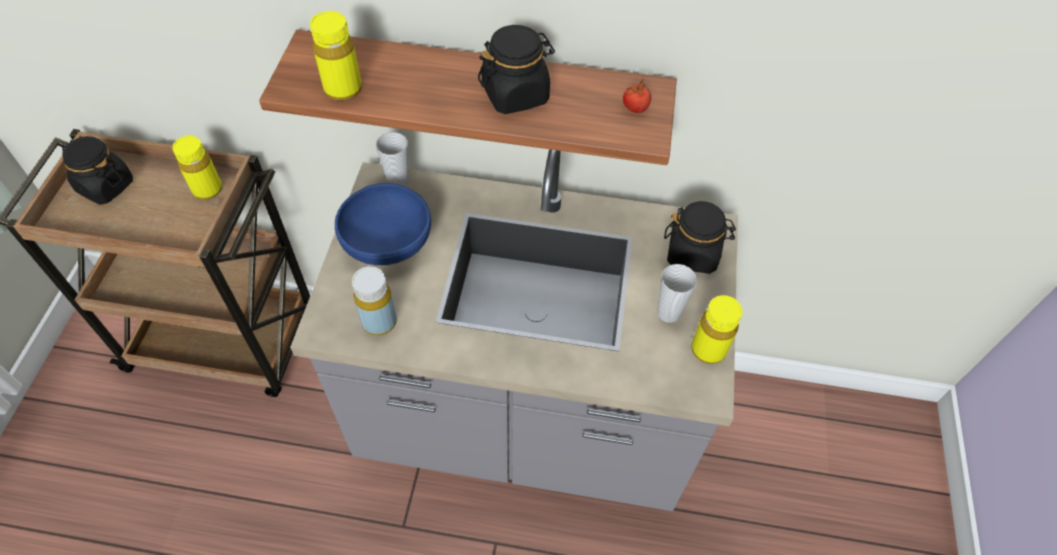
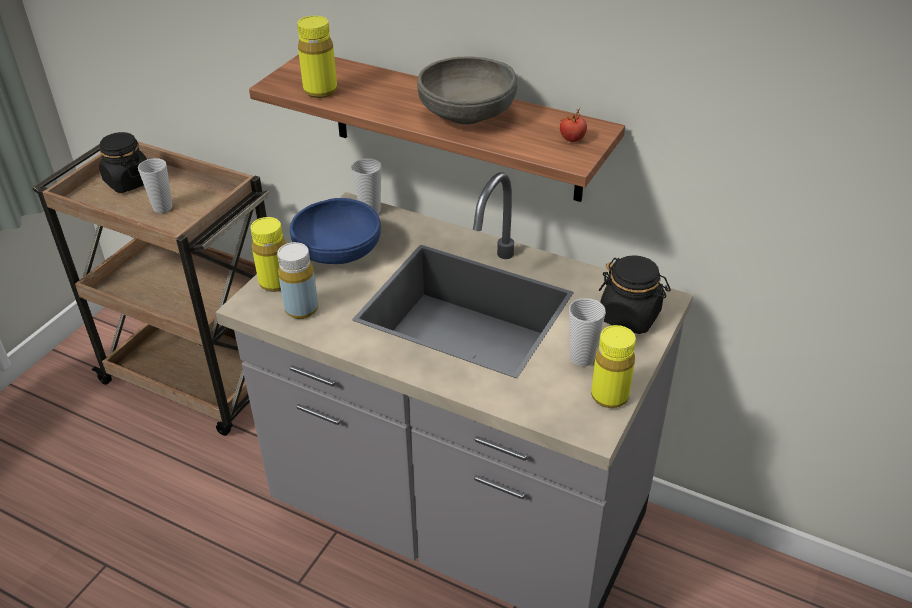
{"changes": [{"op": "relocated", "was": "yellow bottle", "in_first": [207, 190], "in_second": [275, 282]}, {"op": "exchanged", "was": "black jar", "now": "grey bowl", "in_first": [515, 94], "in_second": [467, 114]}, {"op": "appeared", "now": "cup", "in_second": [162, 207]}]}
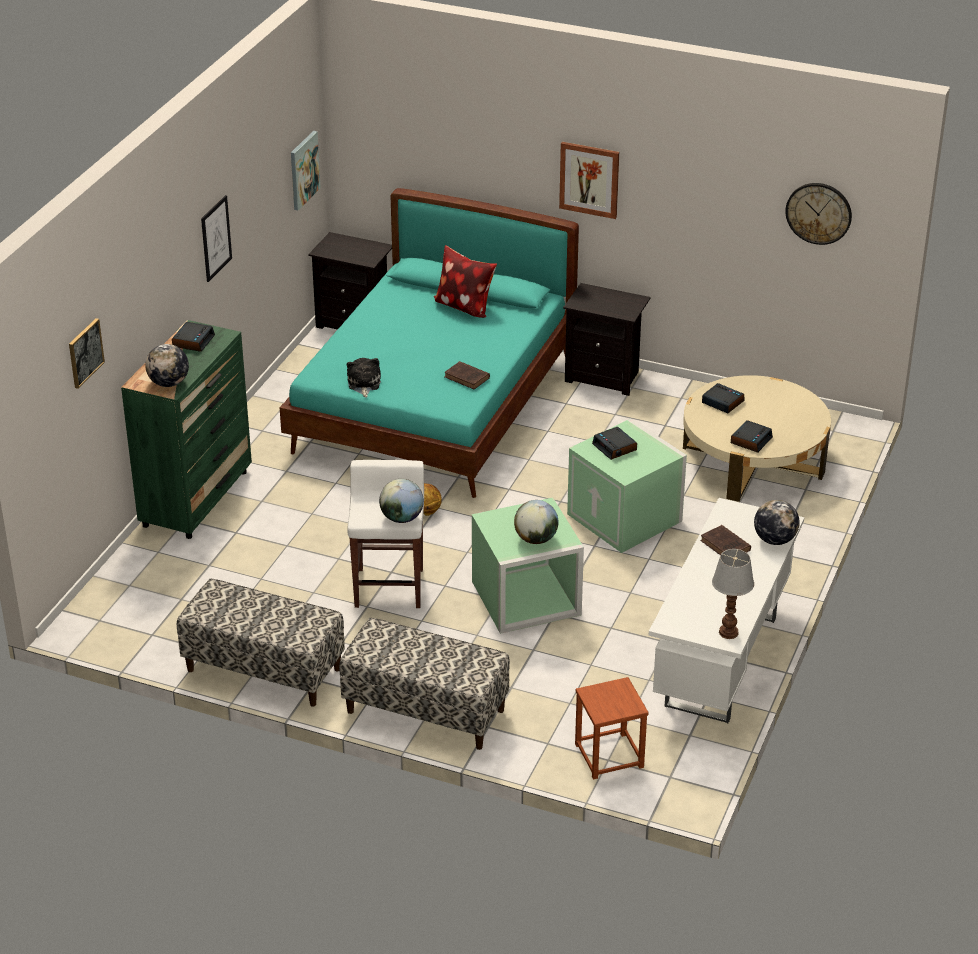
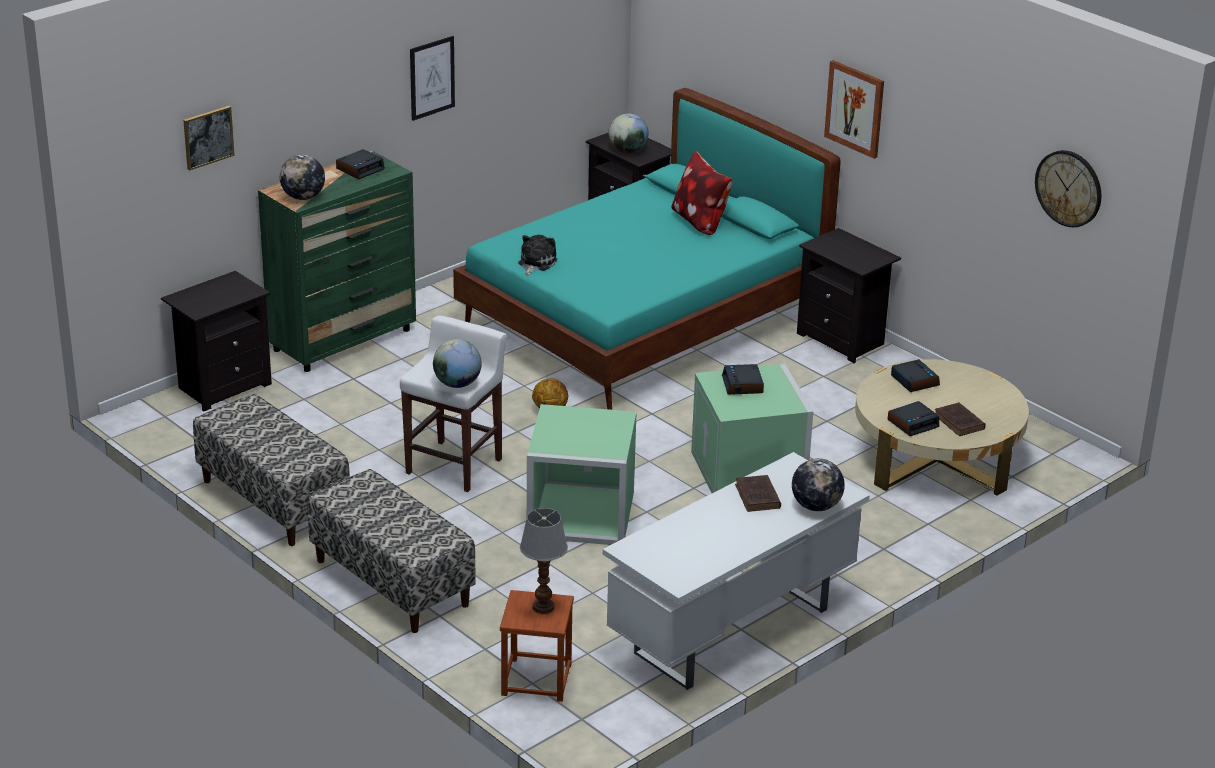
{"changes": [{"op": "missing", "was": "picture", "in_first": [303, 170]}, {"op": "relocated", "was": "brown book", "in_first": [468, 378], "in_second": [960, 423]}, {"op": "relocated", "was": "globe", "in_first": [536, 539], "in_second": [628, 151]}, {"op": "relocated", "was": "table lamp", "in_first": [729, 633], "in_second": [543, 607]}, {"op": "appeared", "now": "black nightstand", "in_second": [222, 386]}]}
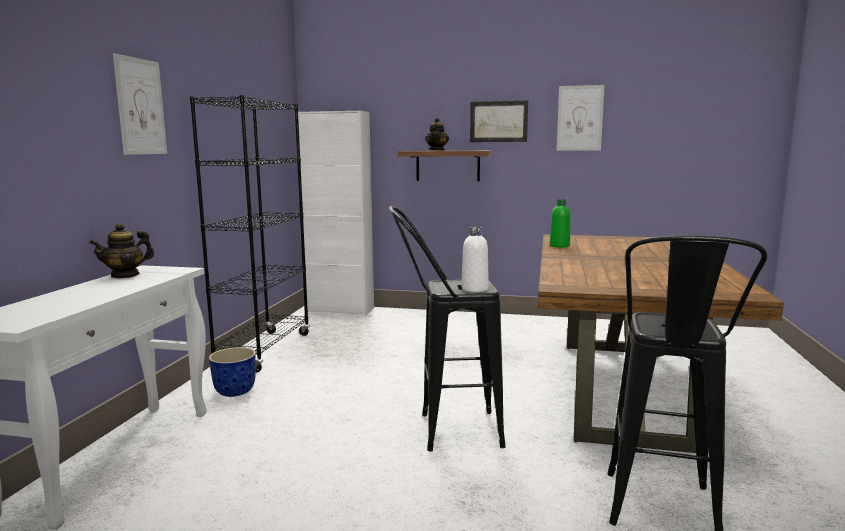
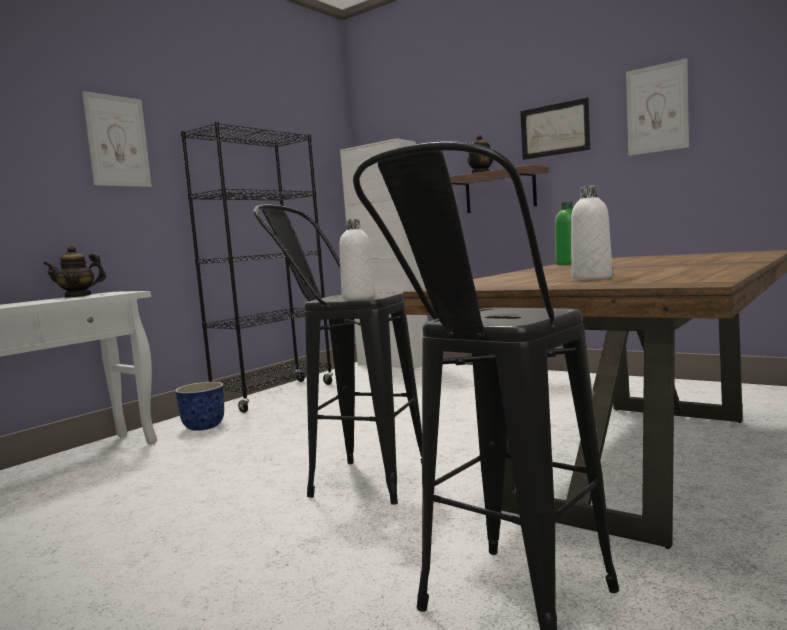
{"changes": [{"op": "appeared", "now": "white bottle", "in_second": [592, 278]}]}
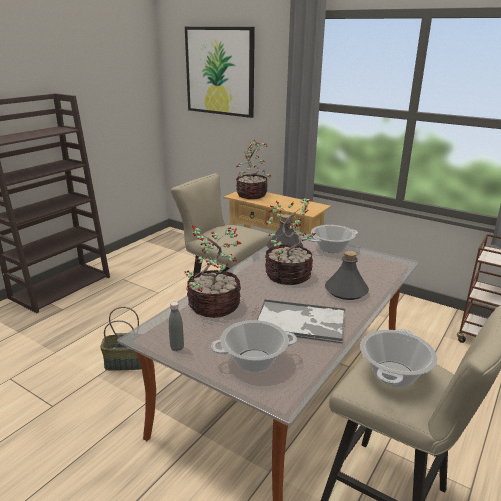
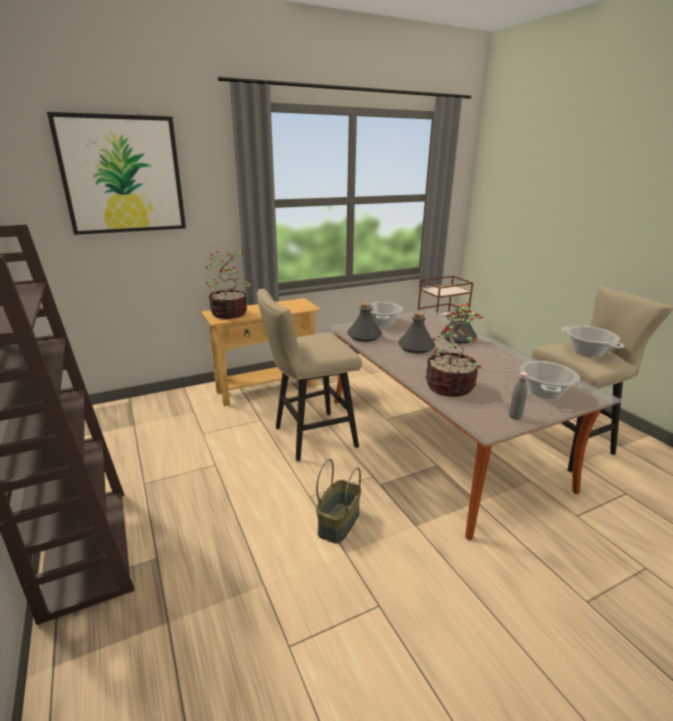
{"changes": [{"op": "missing", "was": "tray", "in_first": [301, 322]}, {"op": "exchanged", "was": "potted plant", "now": "grey bottle", "in_first": [289, 275], "in_second": [416, 347]}]}
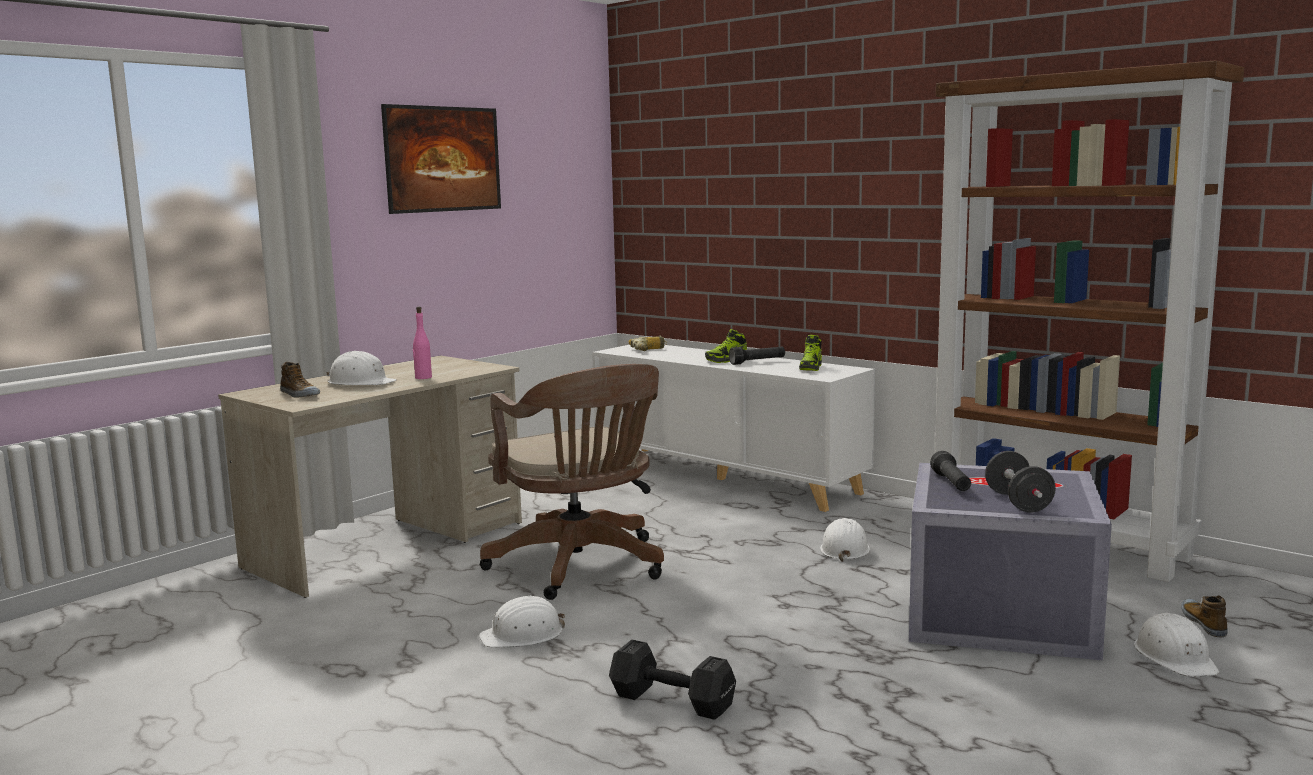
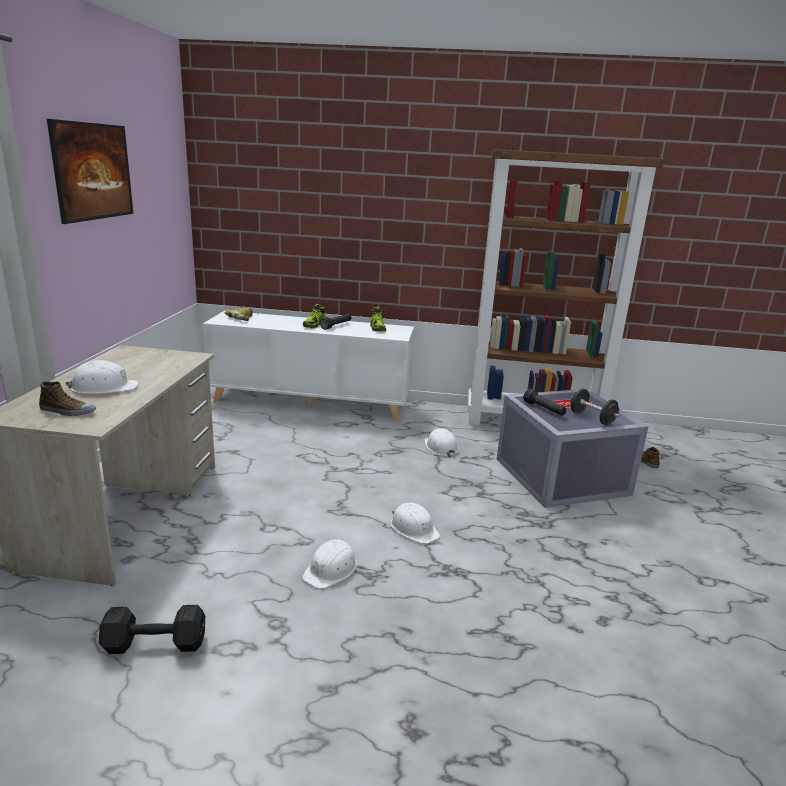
{"changes": [{"op": "missing", "was": "pink bottle", "in_first": [423, 377]}, {"op": "missing", "was": "brown office chair", "in_first": [581, 567]}, {"op": "relocated", "was": "black dumbbell", "in_first": [670, 700], "in_second": [153, 643]}, {"op": "relocated", "was": "white hard hat", "in_first": [1175, 657], "in_second": [414, 528]}]}
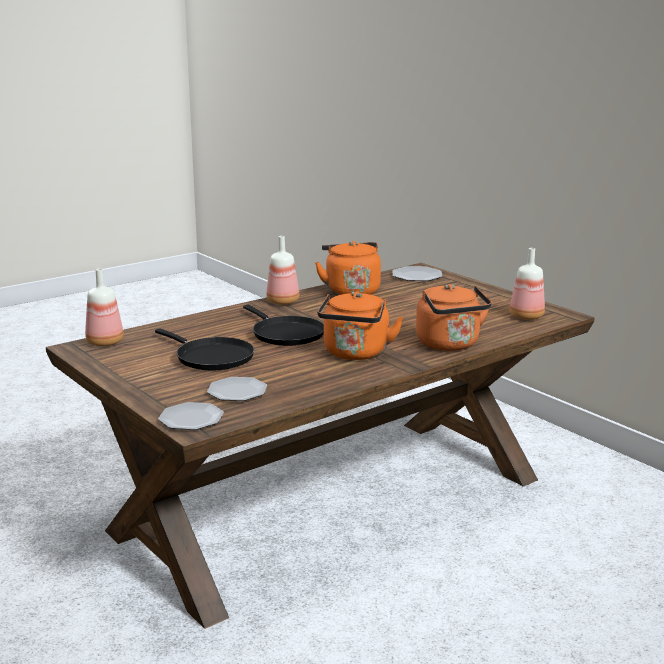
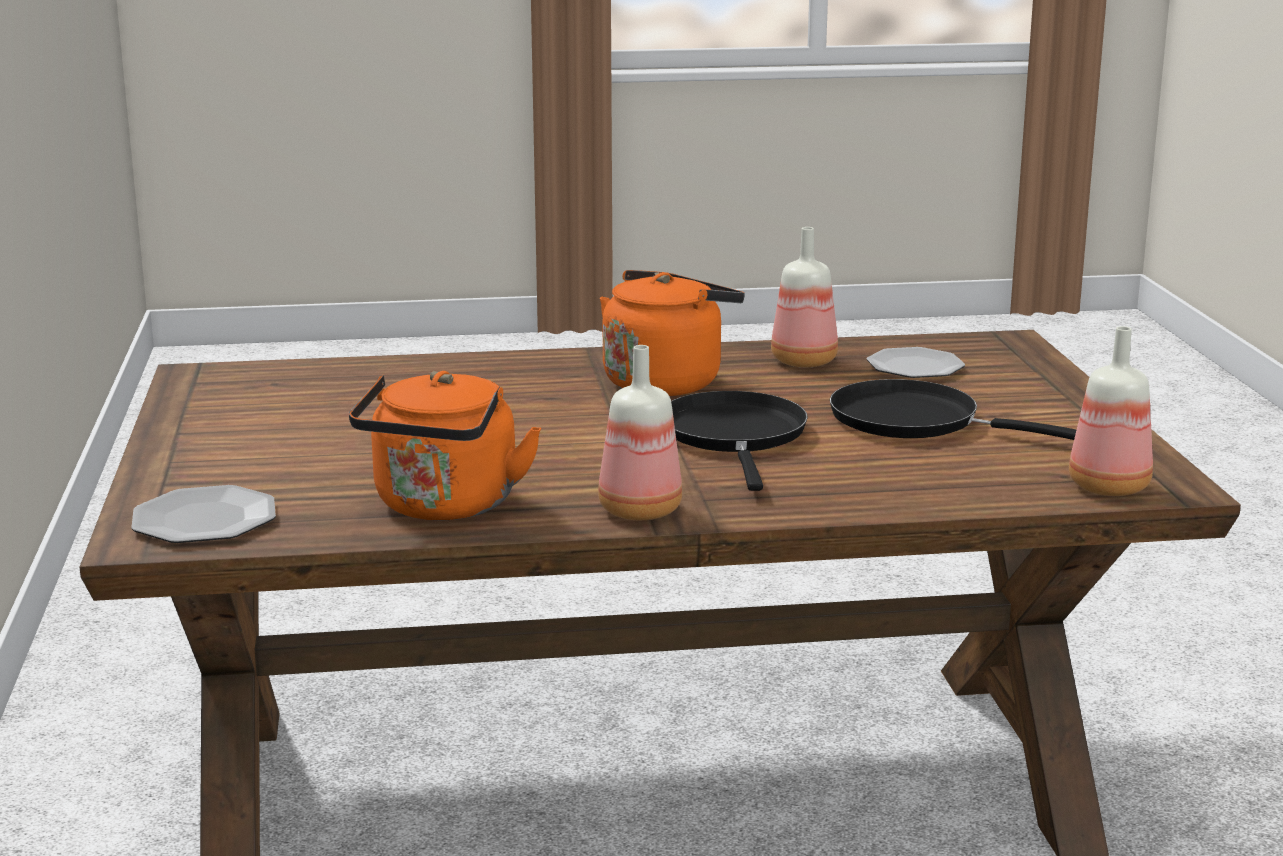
{"changes": [{"op": "spun", "was": "black frying pan", "in_first": [211, 357], "in_second": [914, 421], "clockwise": -45}, {"op": "missing", "was": "plate", "in_first": [191, 419]}, {"op": "missing", "was": "orange kettle", "in_first": [450, 345]}, {"op": "relocated", "was": "bottle", "in_first": [525, 317], "in_second": [806, 361]}]}
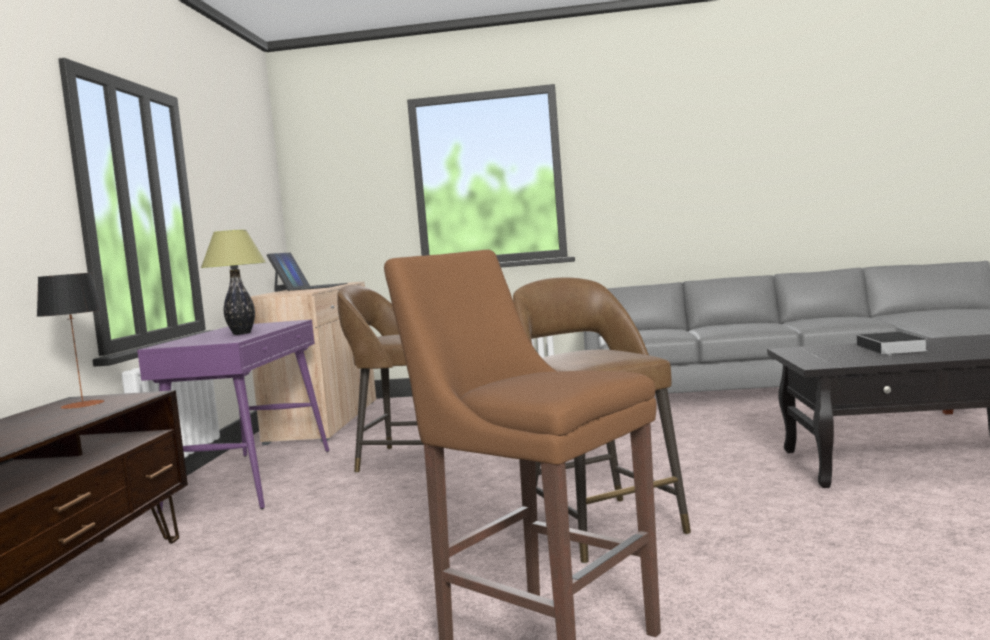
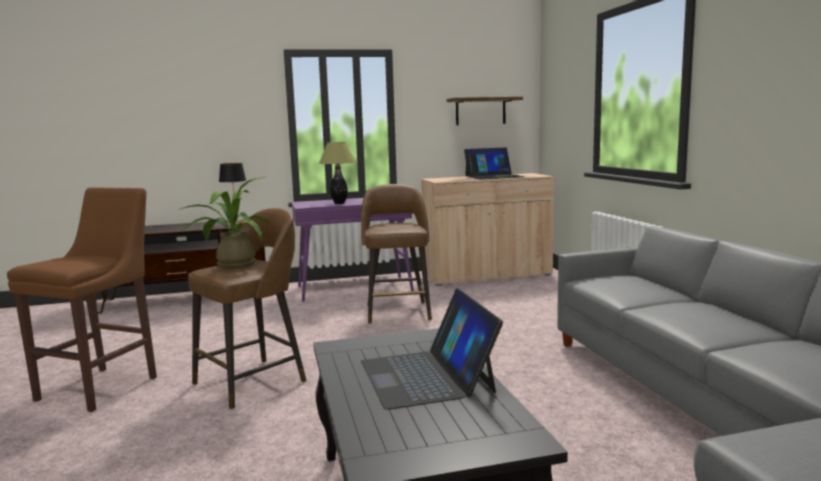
{"changes": [{"op": "exchanged", "was": "book", "now": "laptop", "in_first": [892, 348], "in_second": [427, 376]}, {"op": "appeared", "now": "potted plant", "in_second": [231, 265]}, {"op": "appeared", "now": "shelf", "in_second": [480, 111]}]}
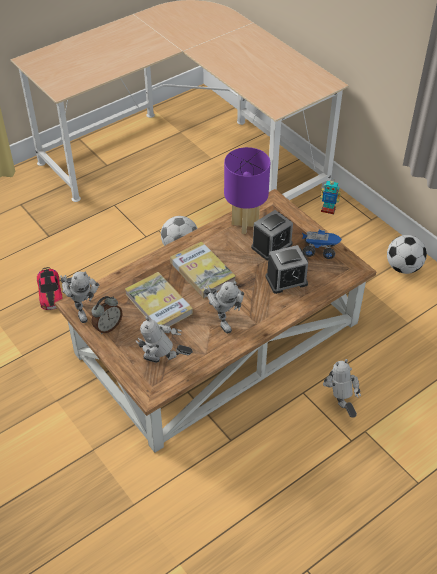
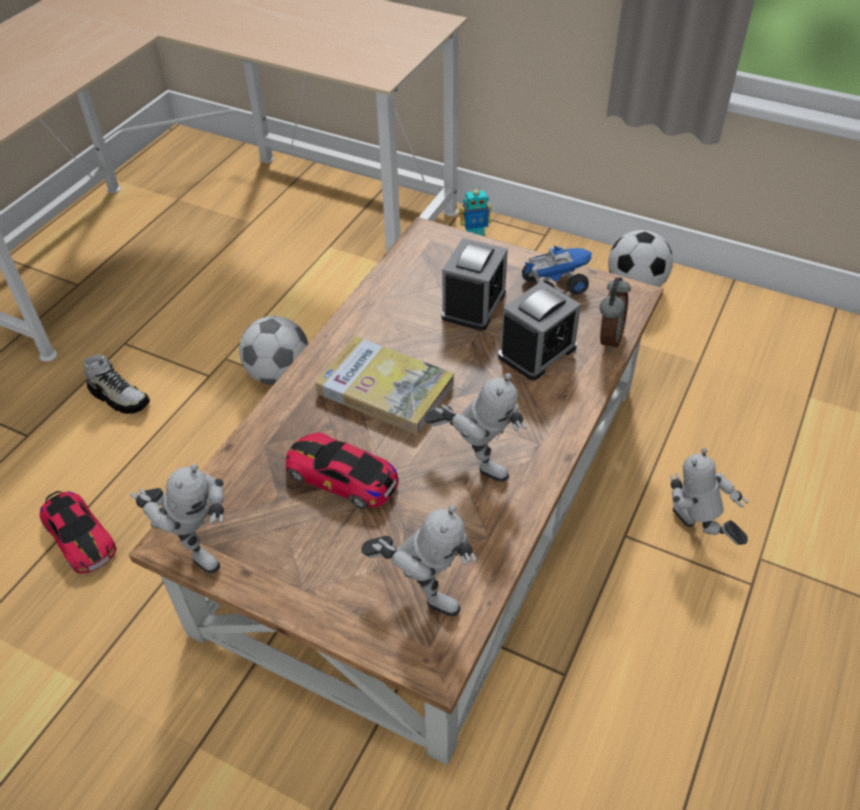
{"changes": [{"op": "relocated", "was": "alarm clock", "in_first": [108, 327], "in_second": [608, 339]}, {"op": "exchanged", "was": "book", "now": "toy car", "in_first": [158, 304], "in_second": [341, 476]}, {"op": "spun", "was": "toy robot", "in_first": [163, 363], "in_second": [422, 589], "clockwise": -135}, {"op": "missing", "was": "purple table lamp", "in_first": [245, 224]}, {"op": "appeared", "now": "shoe", "in_second": [119, 397]}]}
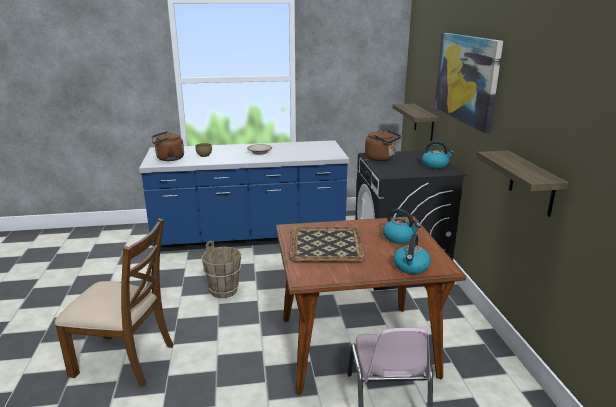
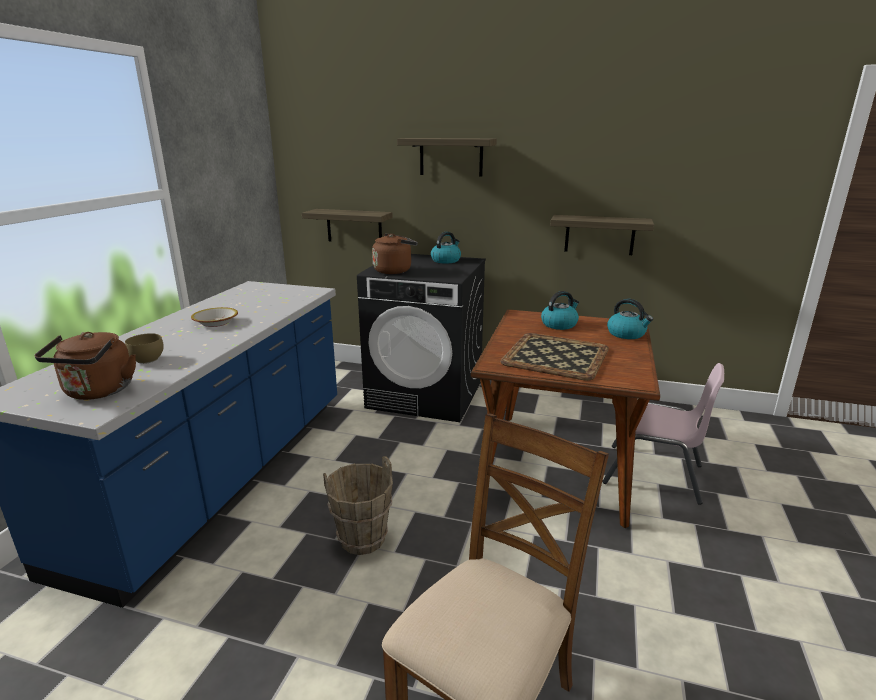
{"changes": [{"op": "exchanged", "was": "picture", "now": "shelf", "in_first": [466, 78], "in_second": [451, 157]}]}
